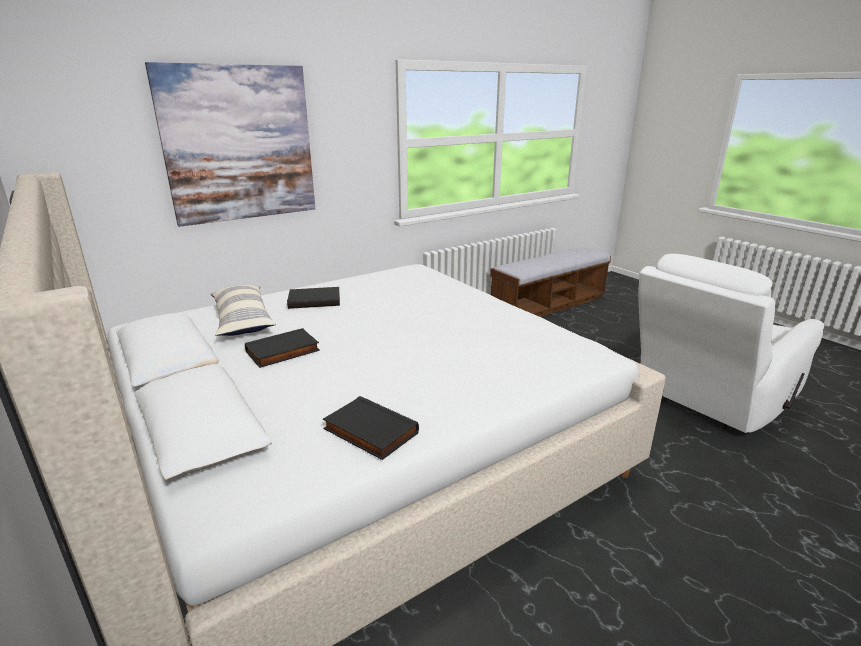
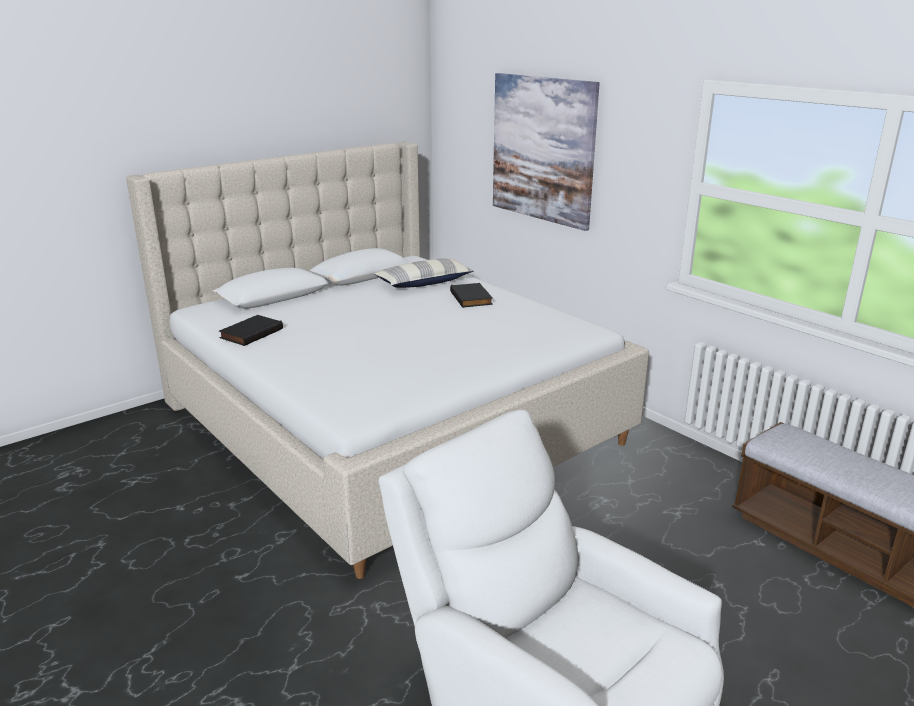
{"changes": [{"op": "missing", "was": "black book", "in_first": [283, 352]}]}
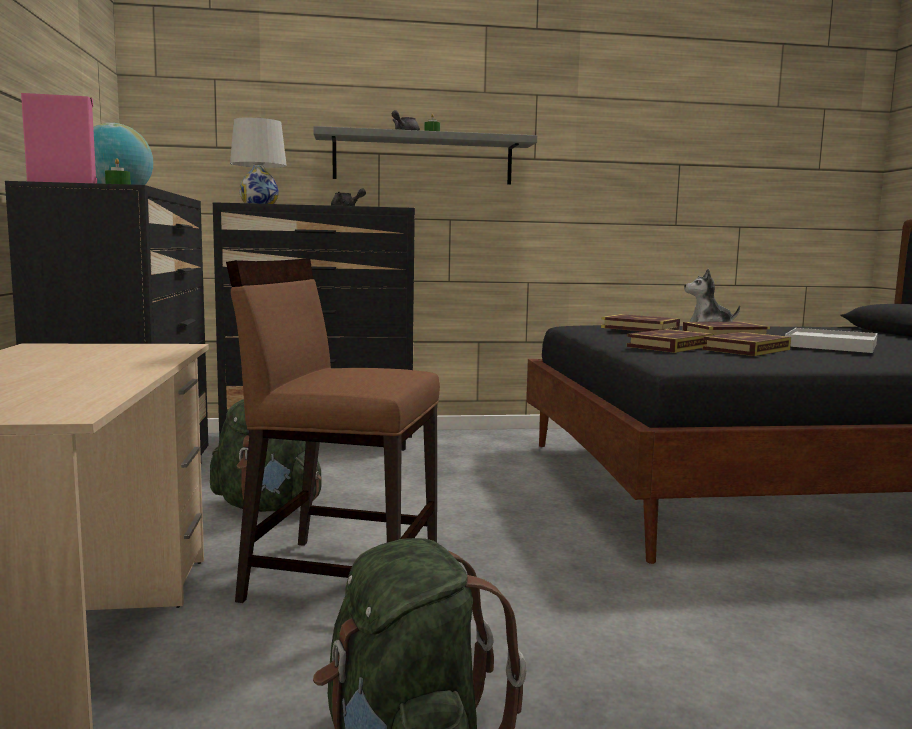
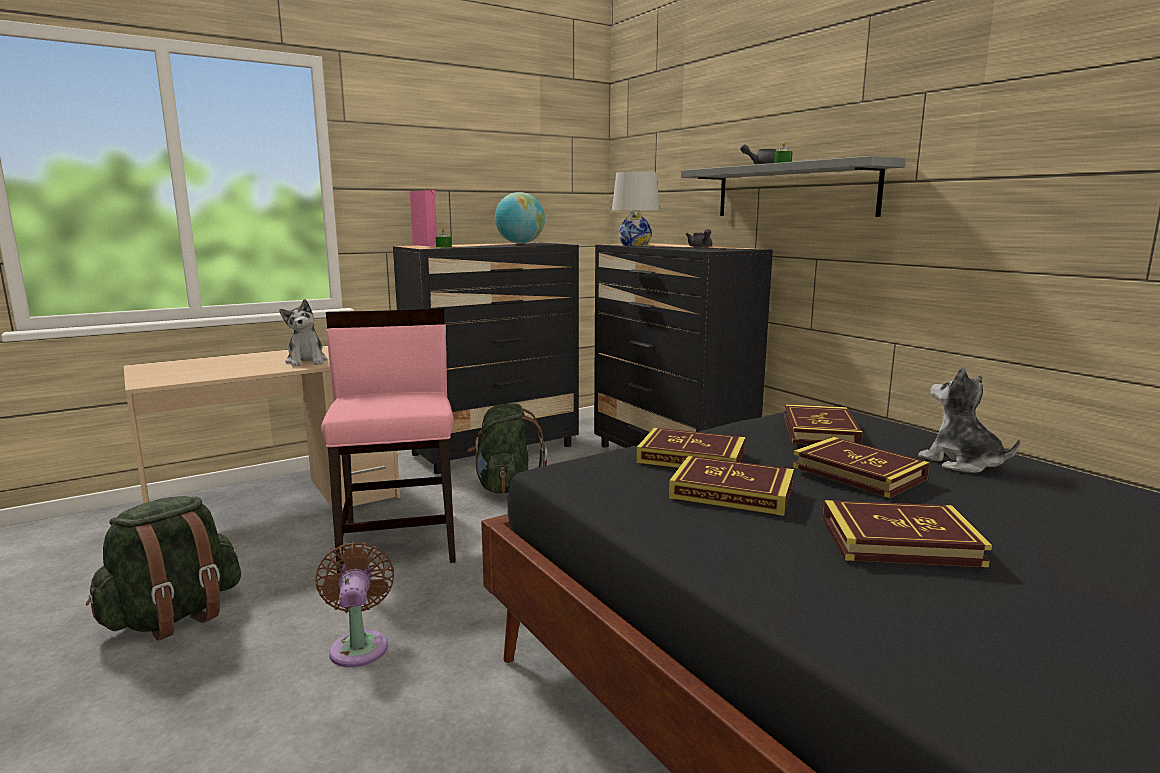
{"changes": [{"op": "colour", "was": "brown chair", "now": "pink chair", "in_first": [341, 577], "in_second": [400, 540]}, {"op": "exchanged", "was": "white tray", "now": "book", "in_first": [831, 345], "in_second": [899, 541]}, {"op": "appeared", "now": "plush toy", "in_second": [307, 361]}, {"op": "appeared", "now": "brown fan", "in_second": [359, 645]}]}
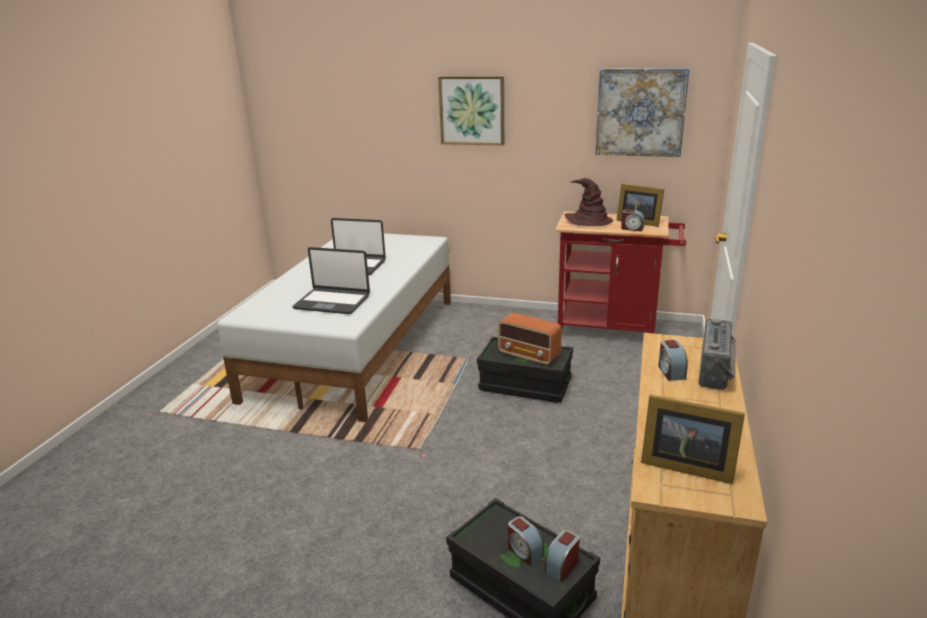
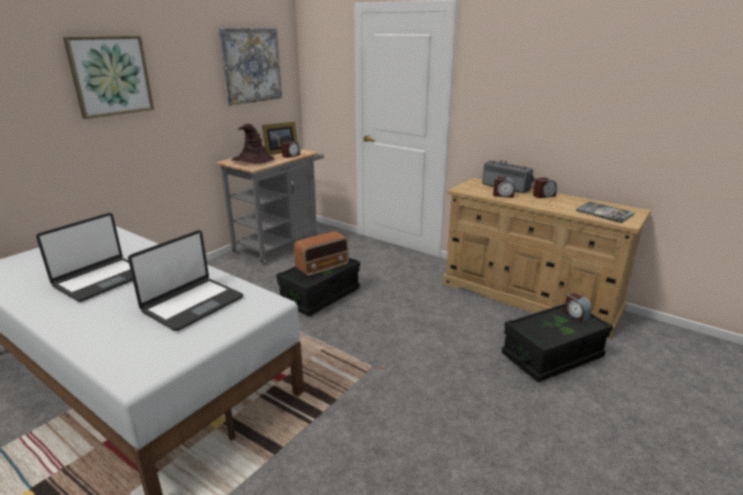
{"changes": [{"op": "relocated", "was": "alarm clock", "in_first": [524, 551], "in_second": [543, 195]}, {"op": "colour", "was": "red cart", "now": "grey cart", "in_first": [613, 329], "in_second": [280, 244]}, {"op": "exchanged", "was": "picture frame", "now": "book", "in_first": [684, 465], "in_second": [604, 213]}]}
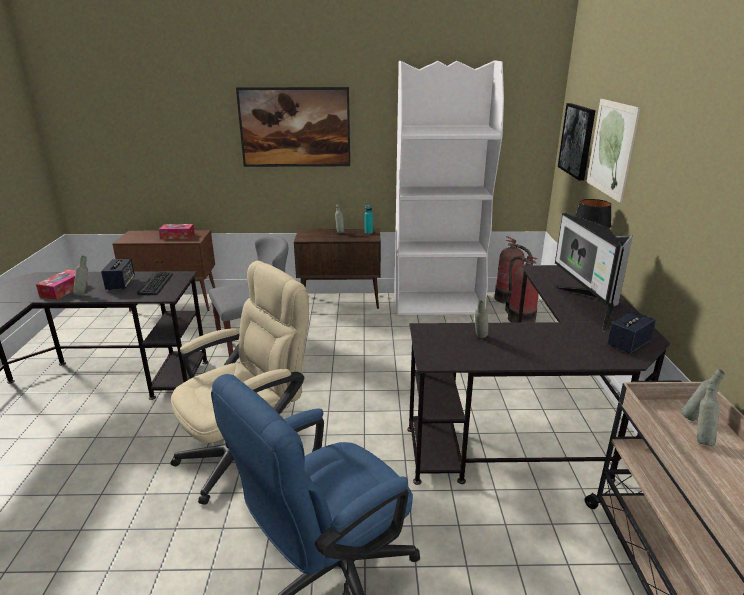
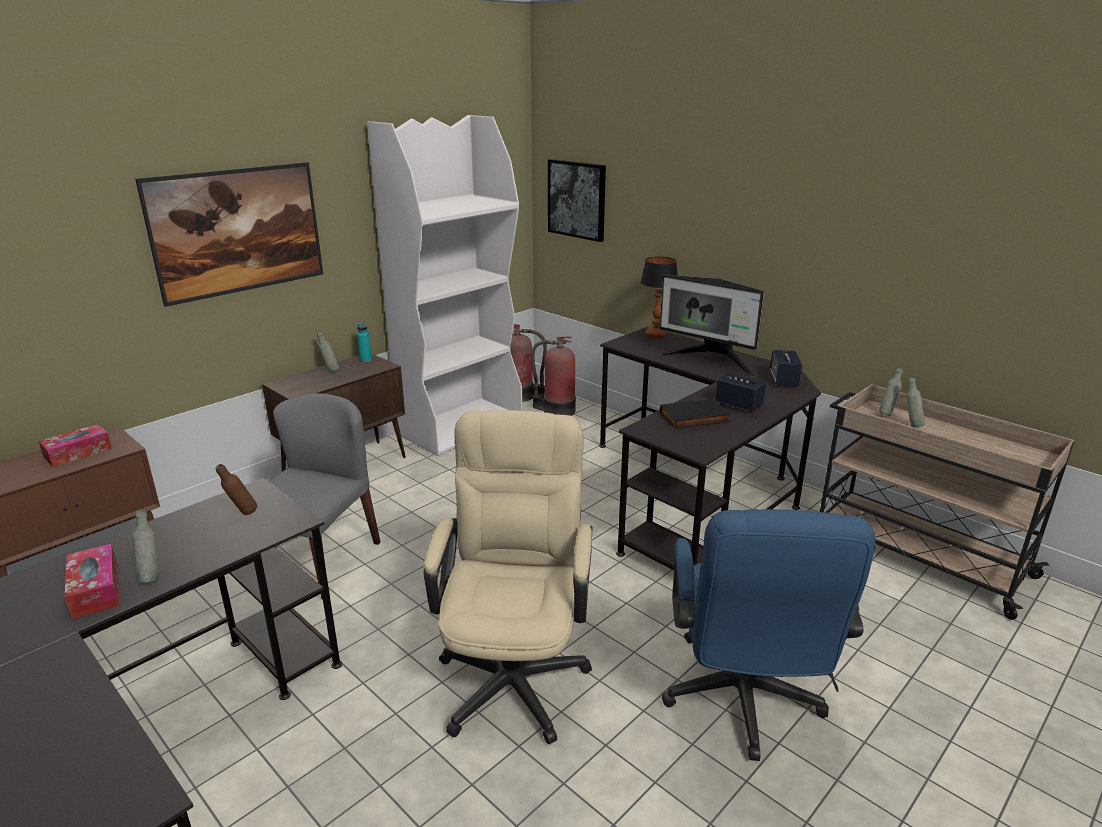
{"changes": [{"op": "relocated", "was": "speaker", "in_first": [120, 284], "in_second": [738, 405]}, {"op": "exchanged", "was": "keyboard", "now": "brown bottle", "in_first": [156, 284], "in_second": [242, 515]}, {"op": "exchanged", "was": "grey bottle", "now": "black book", "in_first": [479, 338], "in_second": [694, 418]}, {"op": "missing", "was": "picture", "in_first": [611, 148]}]}
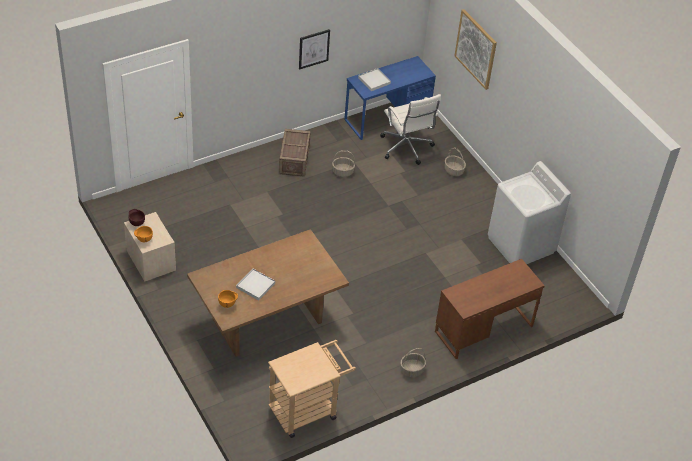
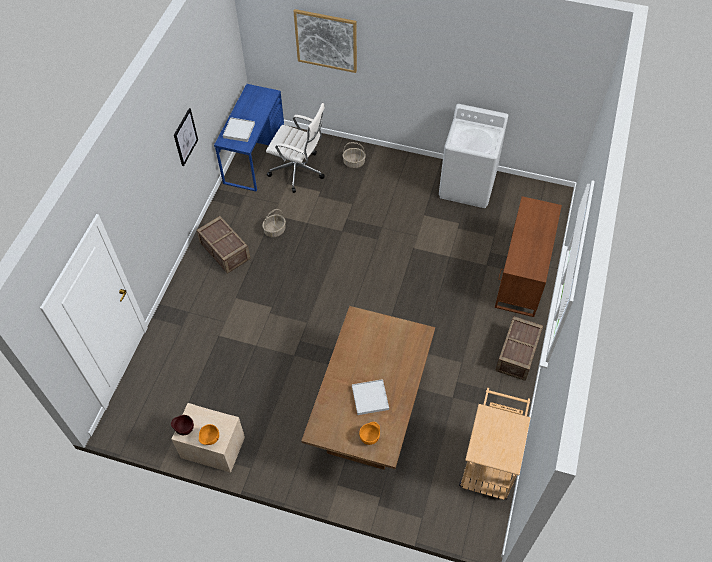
{"changes": [{"op": "exchanged", "was": "basket", "now": "crate", "in_first": [411, 370], "in_second": [517, 354]}]}
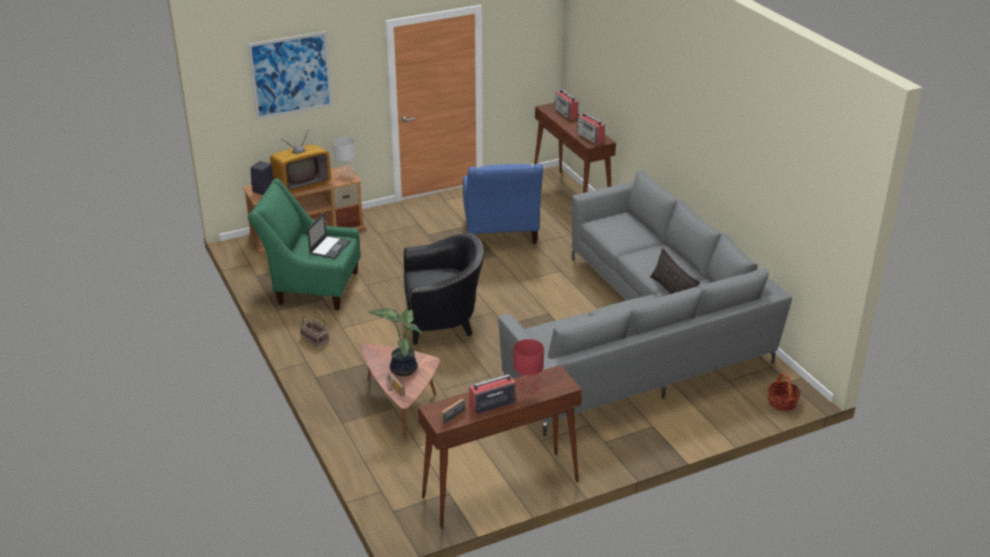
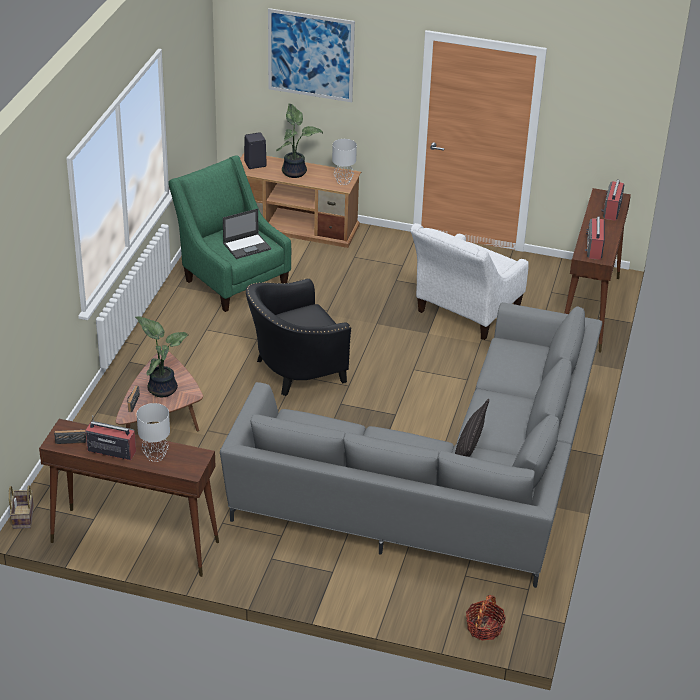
{"changes": [{"op": "exchanged", "was": "television", "now": "potted plant", "in_first": [302, 183], "in_second": [295, 172]}, {"op": "relocated", "was": "basket", "in_first": [314, 339], "in_second": [22, 516]}, {"op": "spun", "was": "black armchair", "in_first": [444, 321], "in_second": [294, 370], "clockwise": 120}, {"op": "colour", "was": "blue armchair", "now": "white armchair", "in_first": [501, 234], "in_second": [464, 313]}, {"op": "colour", "was": "red table lamp", "now": "grey table lamp", "in_first": [527, 390], "in_second": [155, 456]}]}
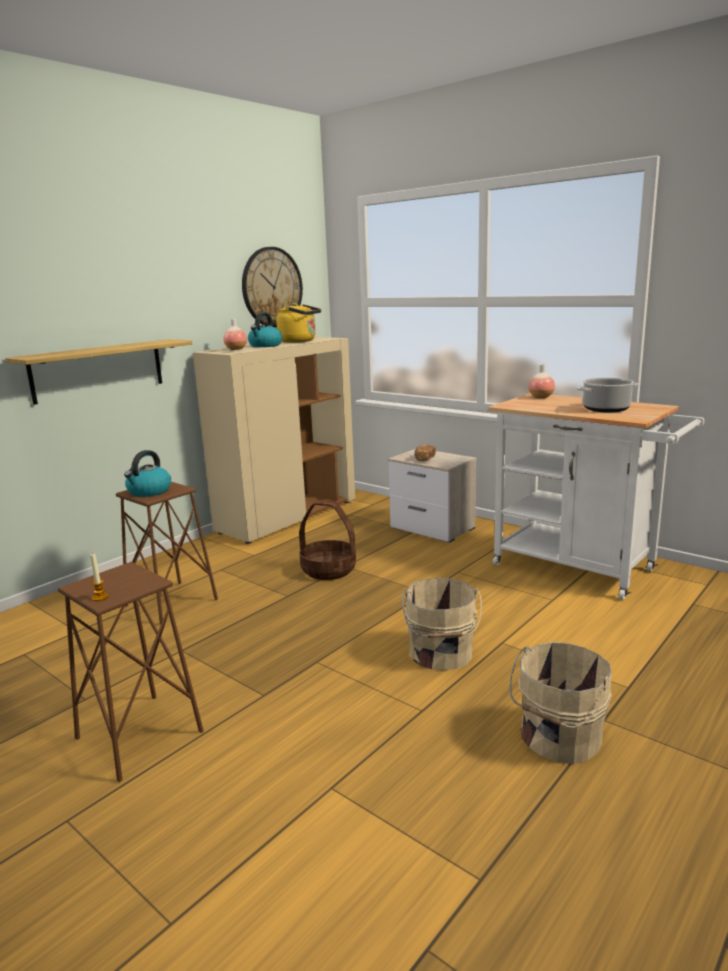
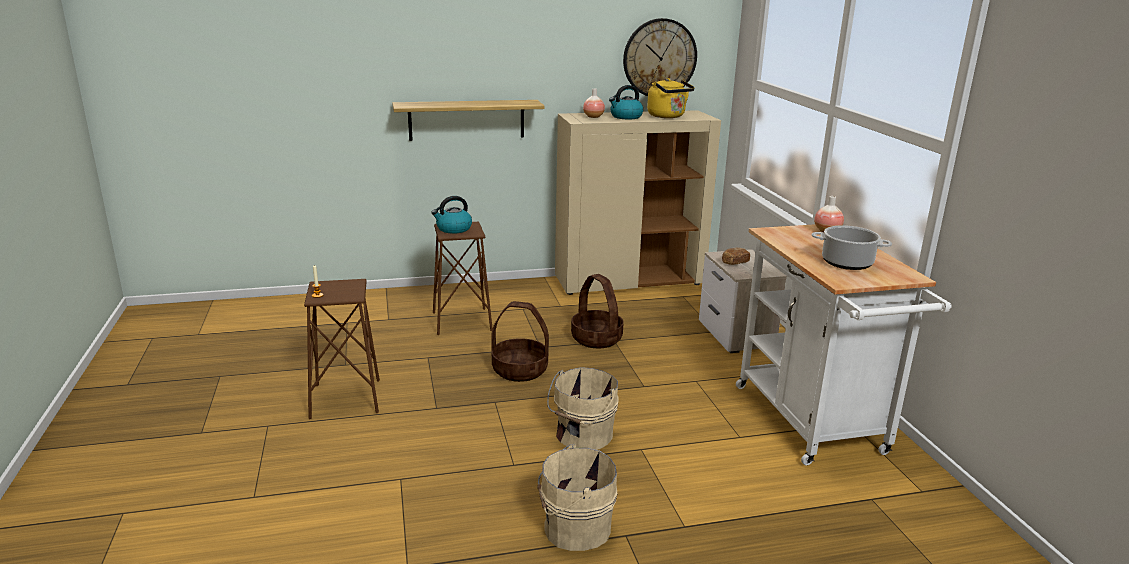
{"changes": [{"op": "appeared", "now": "basket", "in_second": [520, 370]}]}
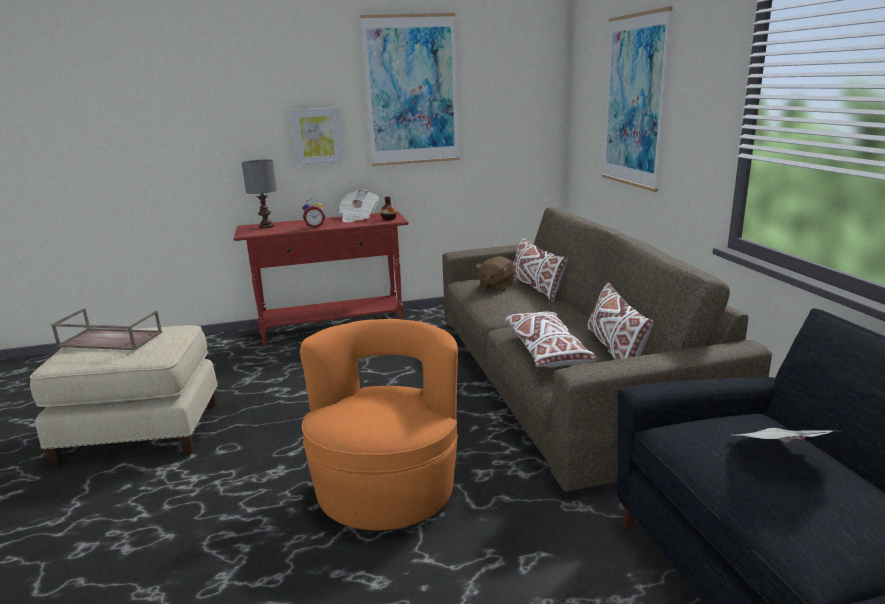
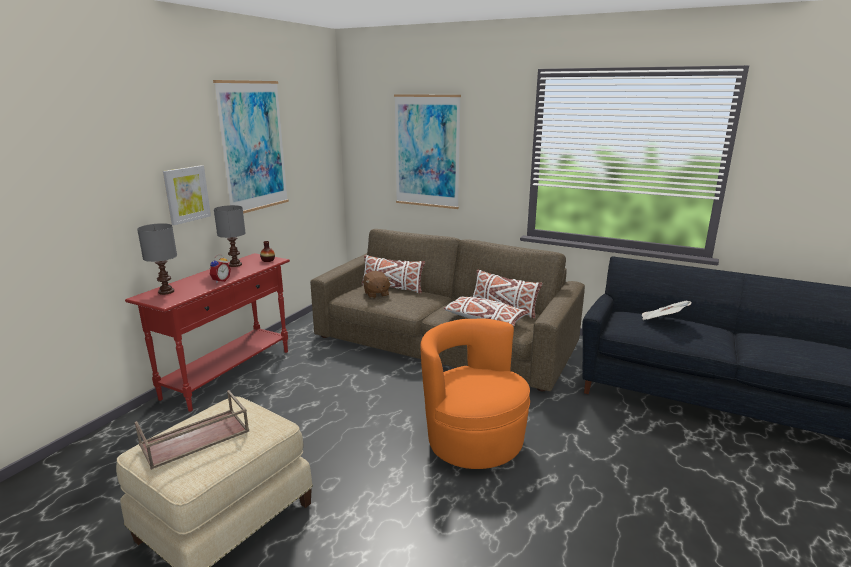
{"changes": [{"op": "exchanged", "was": "newspaper", "now": "grey table lamp", "in_first": [358, 217], "in_second": [235, 265]}]}
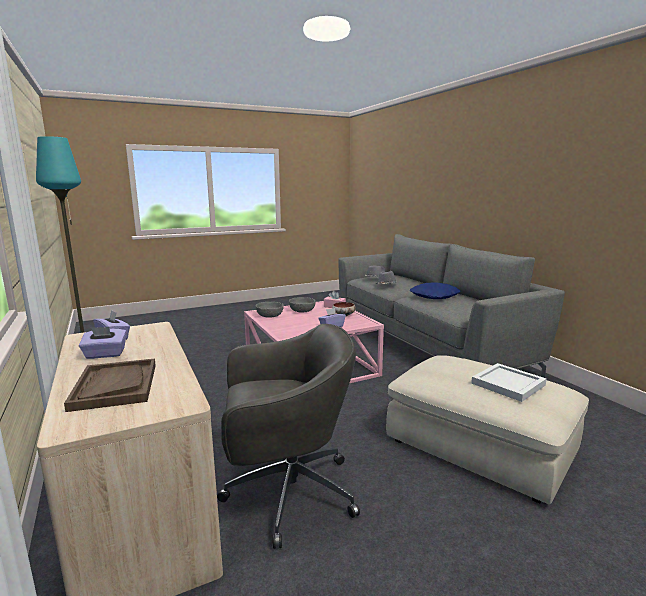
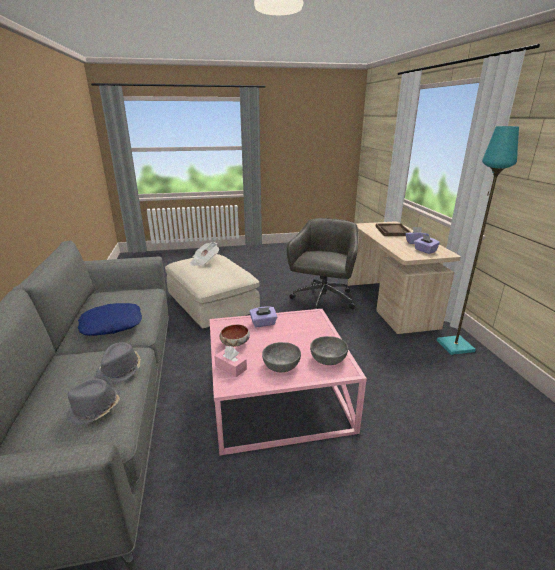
{"changes": [{"op": "spun", "was": "grey office chair", "in_first": [287, 492], "in_second": [322, 300], "clockwise": 105}, {"op": "exchanged", "was": "white tray", "now": "newspaper", "in_first": [507, 383], "in_second": [204, 262]}]}
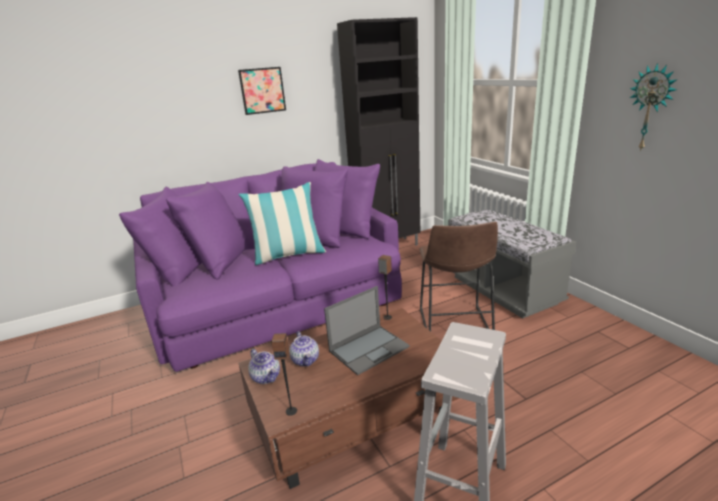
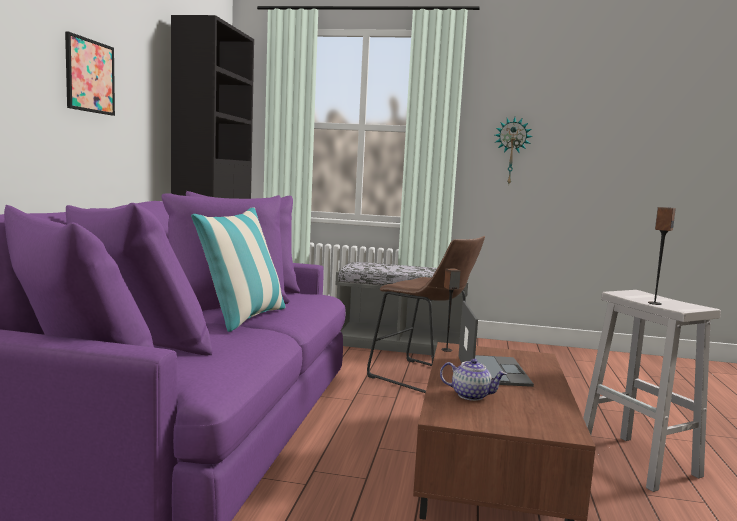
{"changes": [{"op": "missing", "was": "teapot", "in_first": [266, 377]}, {"op": "relocated", "was": "speaker", "in_first": [291, 411], "in_second": [654, 303]}]}
